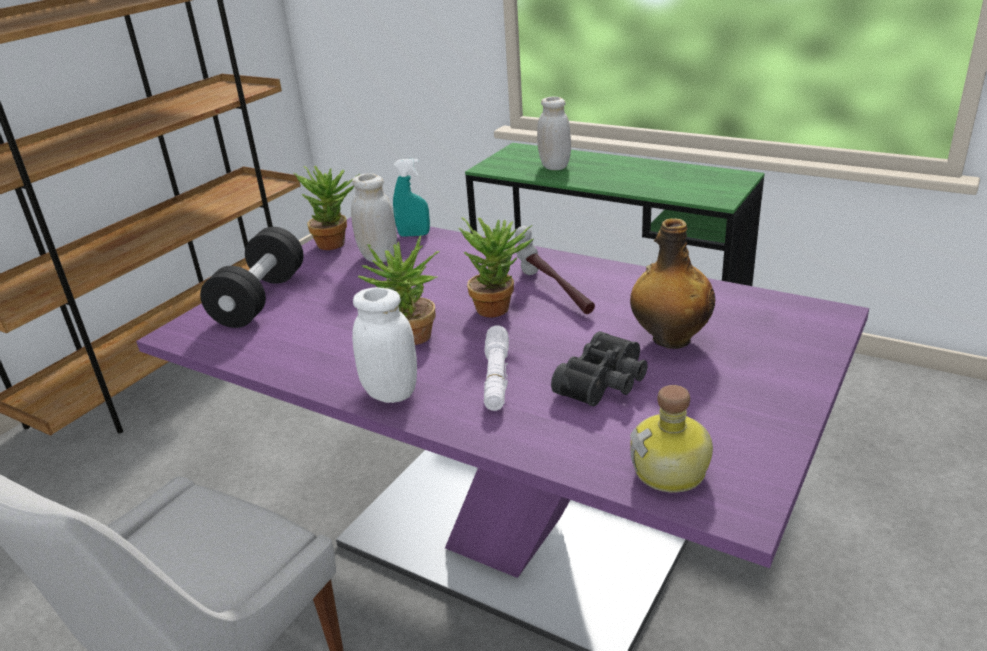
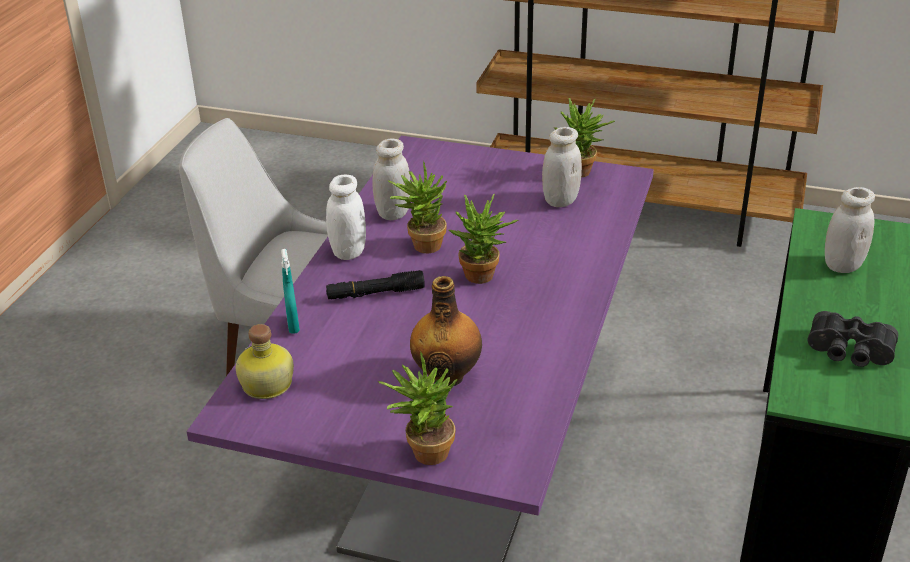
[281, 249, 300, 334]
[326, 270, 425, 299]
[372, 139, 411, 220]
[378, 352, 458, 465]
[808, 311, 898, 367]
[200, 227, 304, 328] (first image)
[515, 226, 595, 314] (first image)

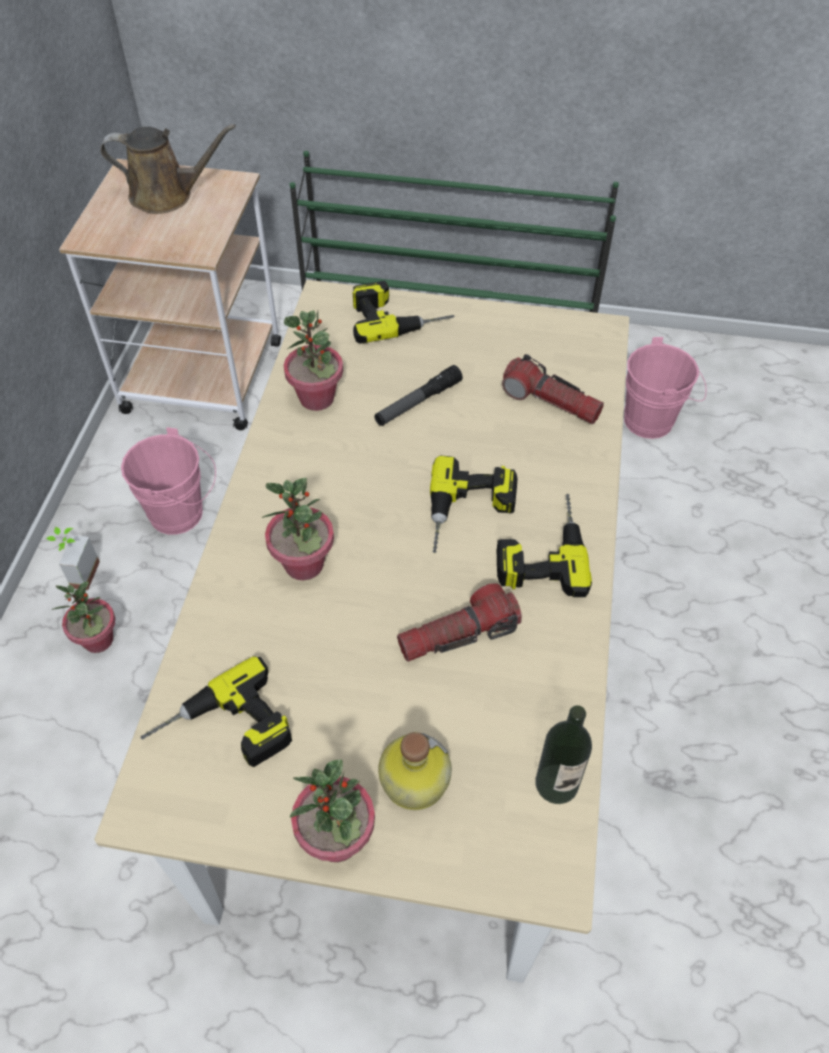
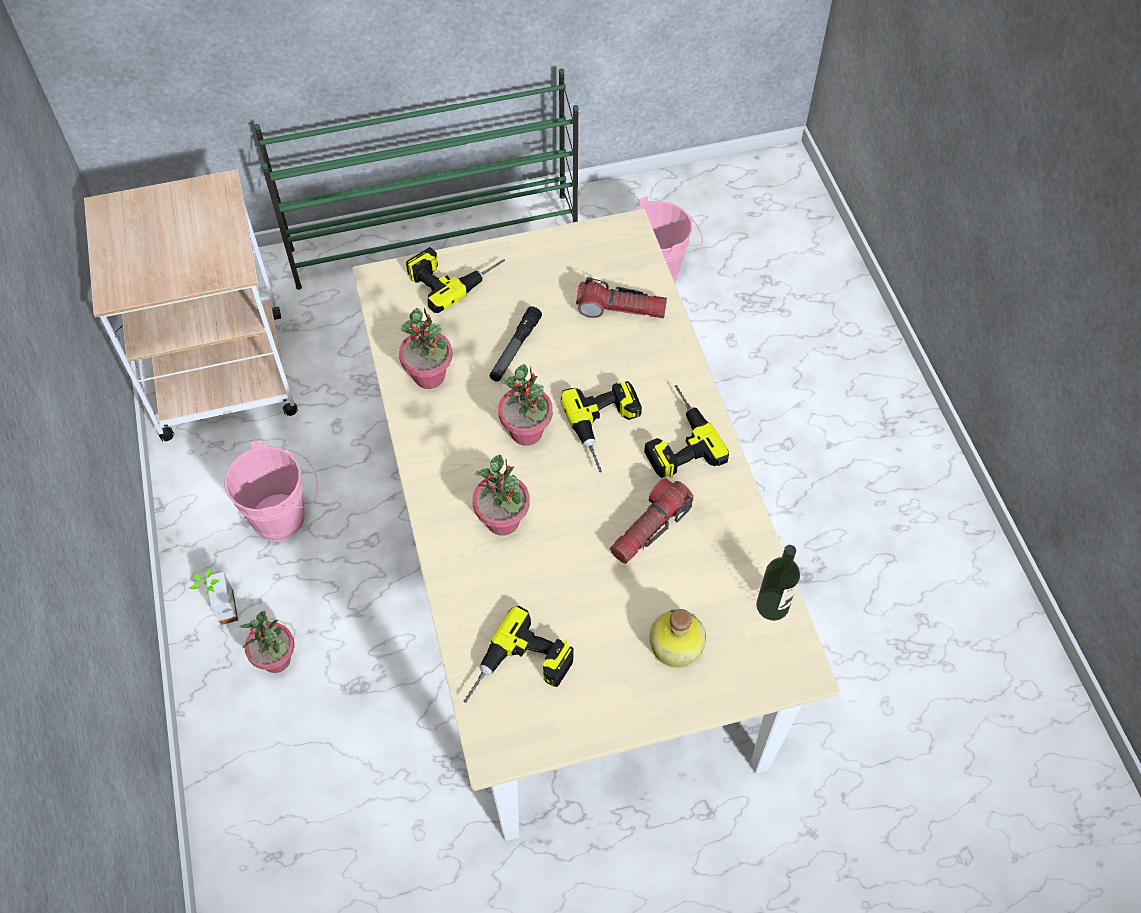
[498, 364, 553, 446]
[100, 124, 236, 214] (first image)

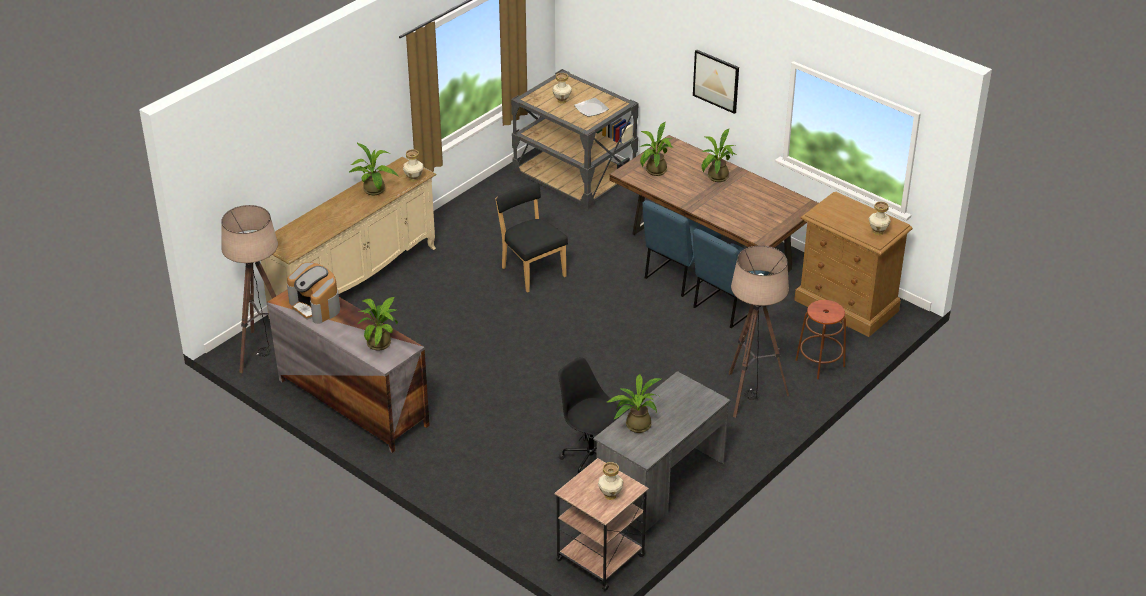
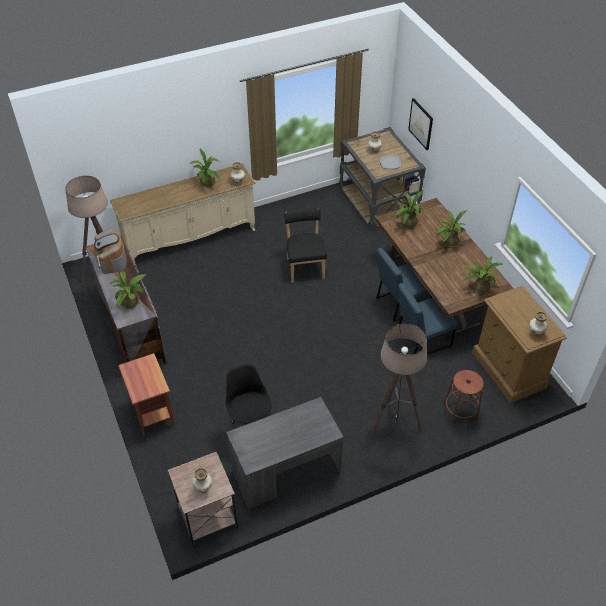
[118, 353, 175, 437]
[408, 98, 433, 150]
[463, 257, 504, 295]

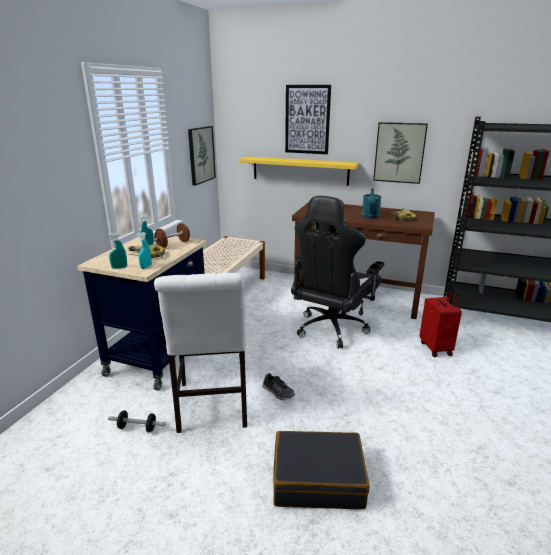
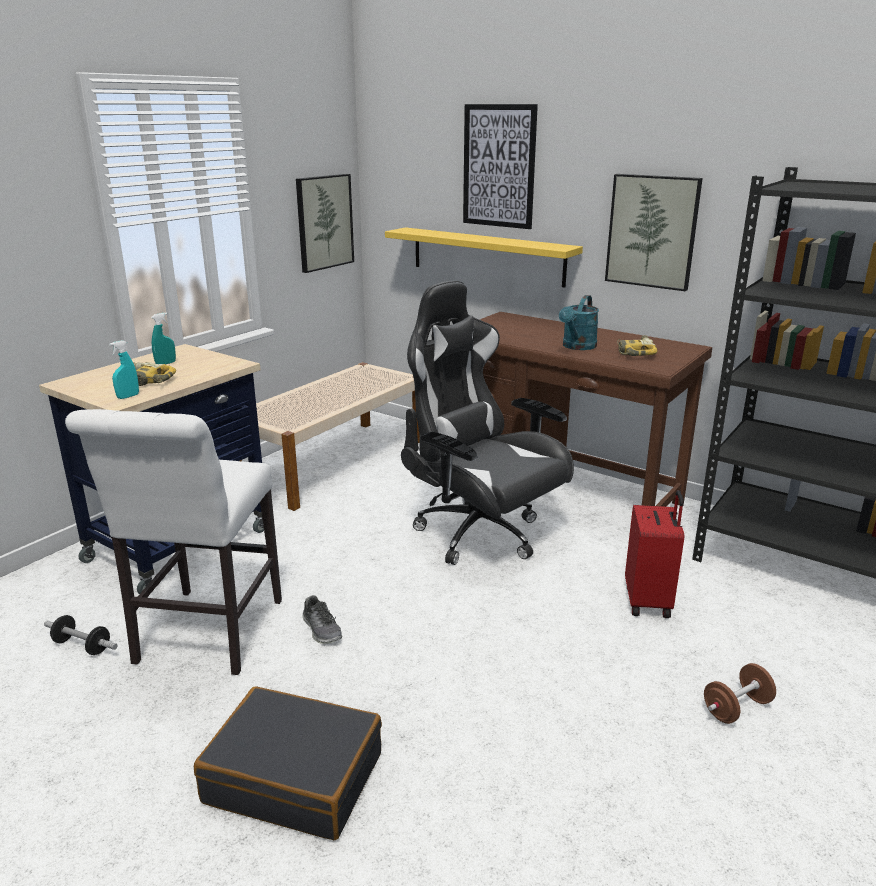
[401, 280, 574, 565]
[704, 663, 776, 724]
[108, 233, 127, 269] (first image)

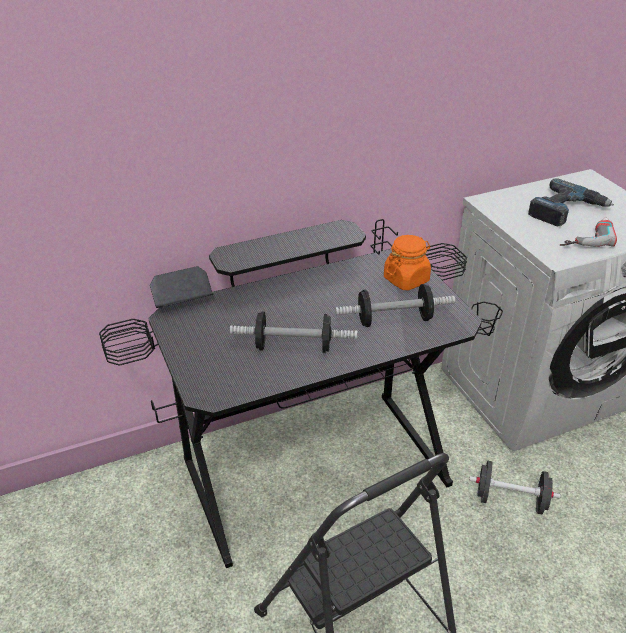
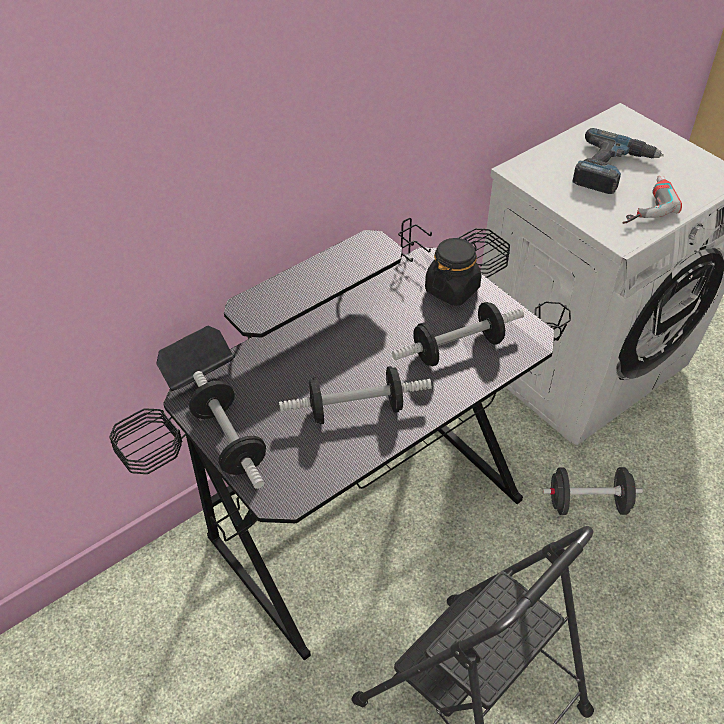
[189, 371, 266, 489]
[425, 238, 481, 306]

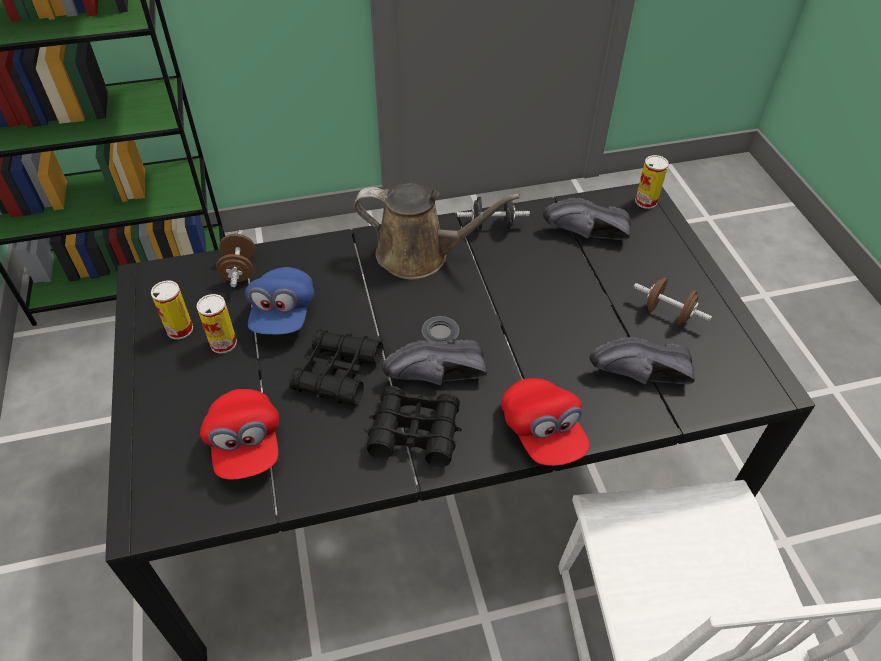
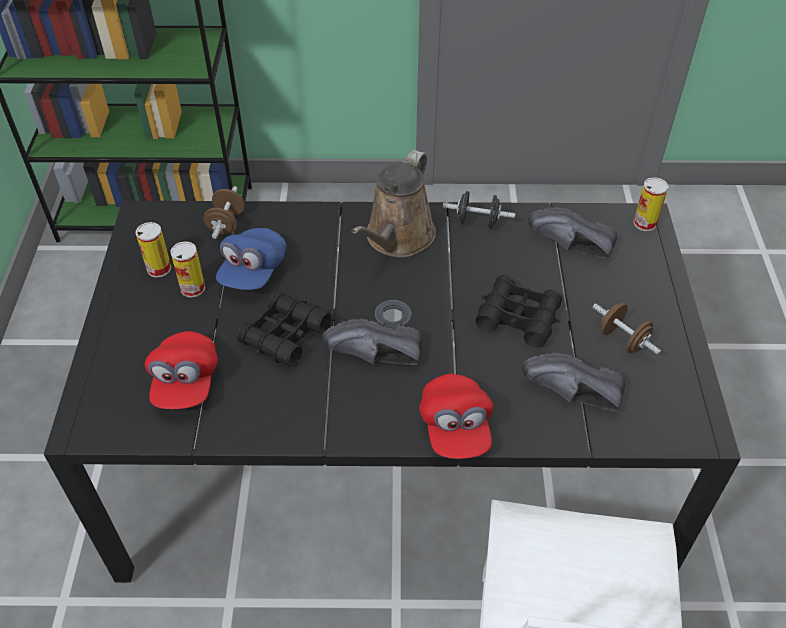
[352, 150, 436, 257]
[476, 275, 562, 348]

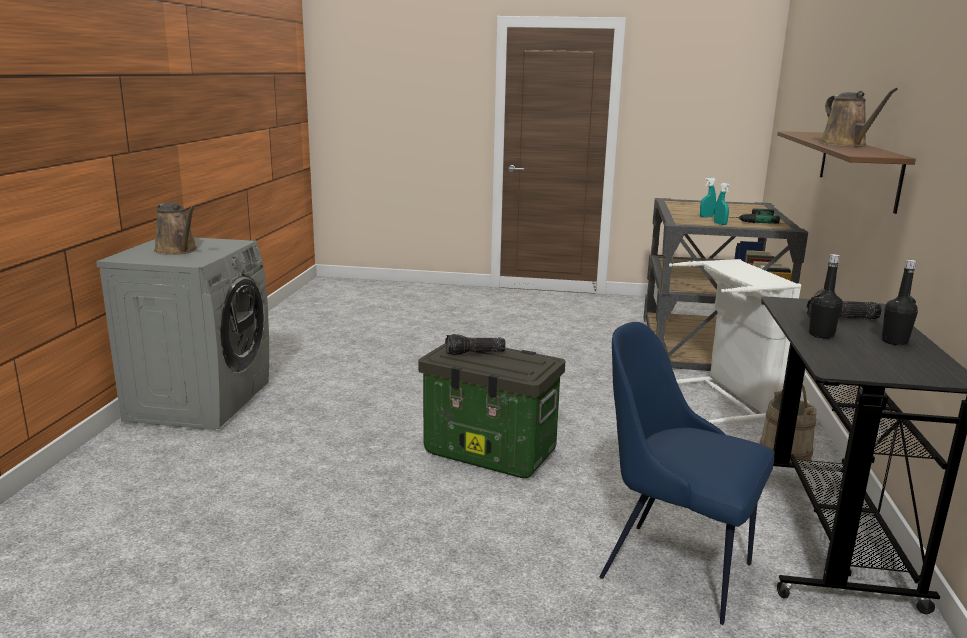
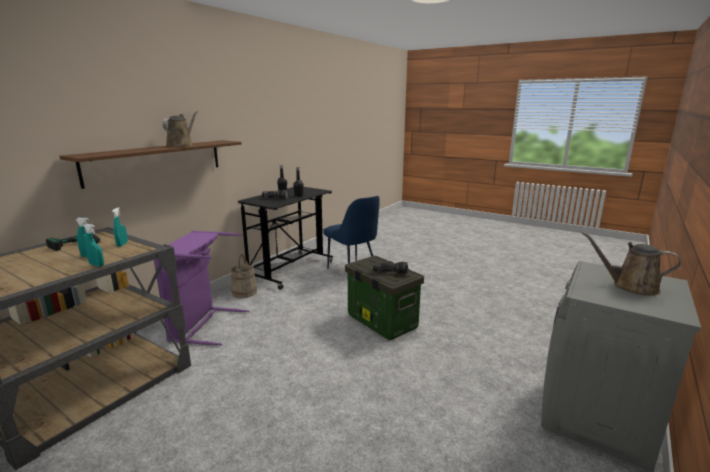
[84, 224, 104, 266]
[154, 231, 249, 346]
[582, 232, 681, 296]

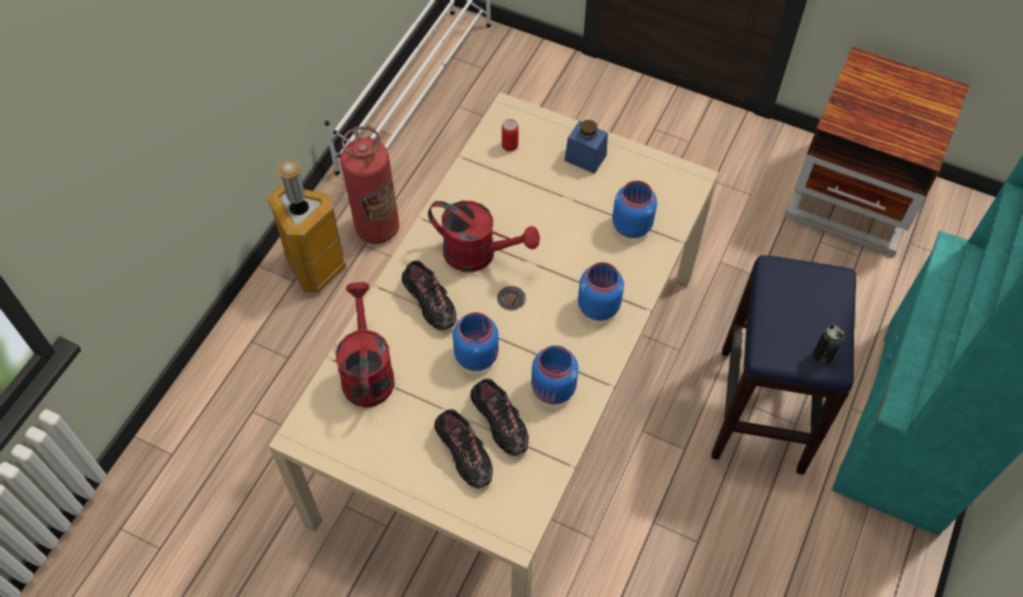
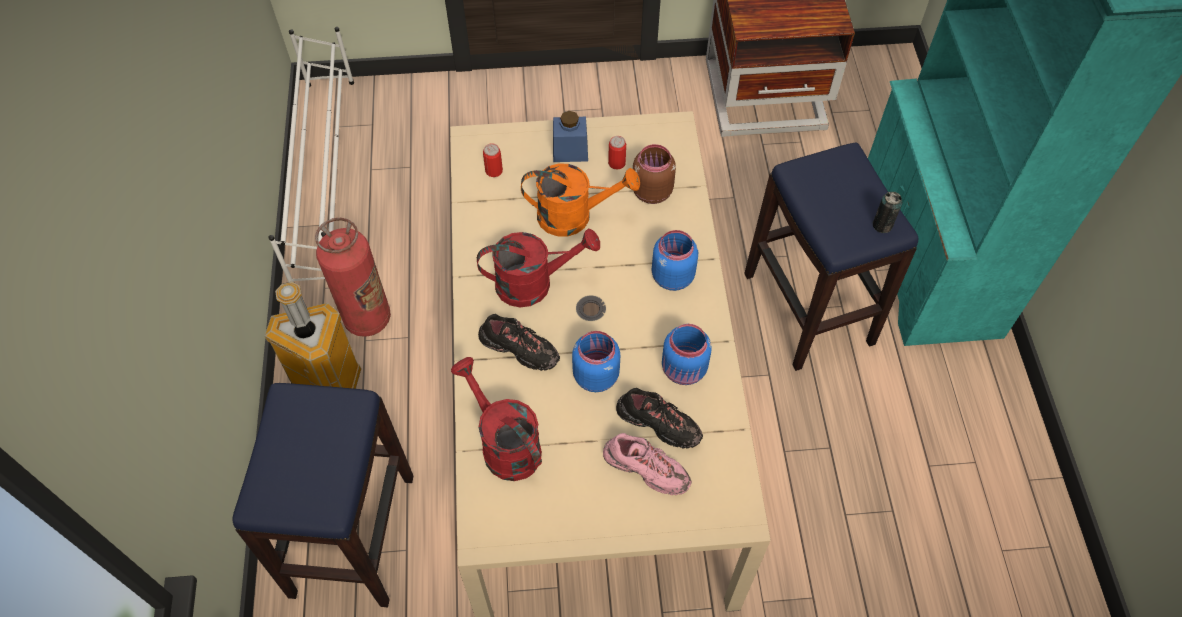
[232, 383, 413, 607]
[521, 163, 640, 237]
[603, 433, 692, 495]
[608, 136, 626, 170]
[633, 144, 676, 204]

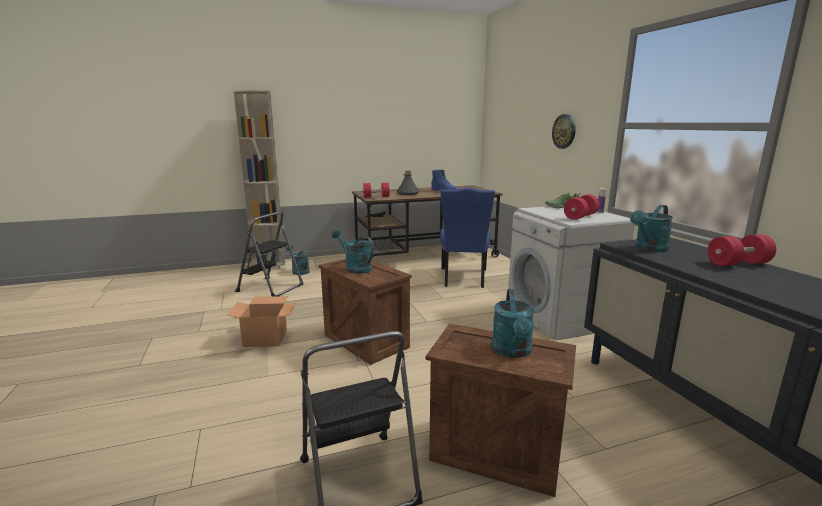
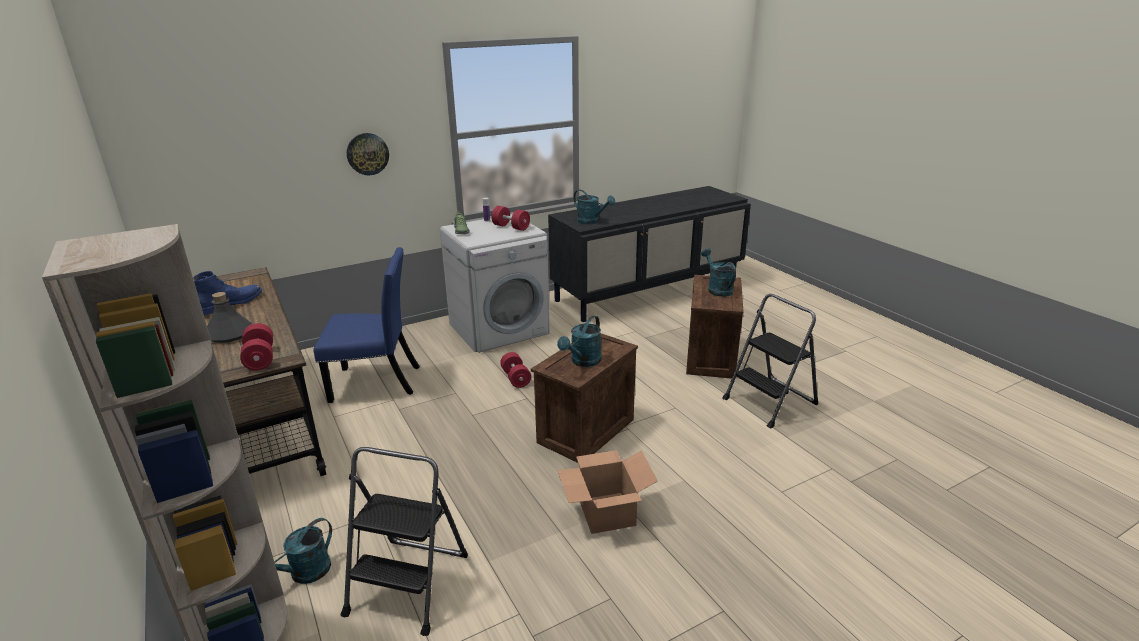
[500, 352, 531, 388]
[701, 248, 736, 297]

